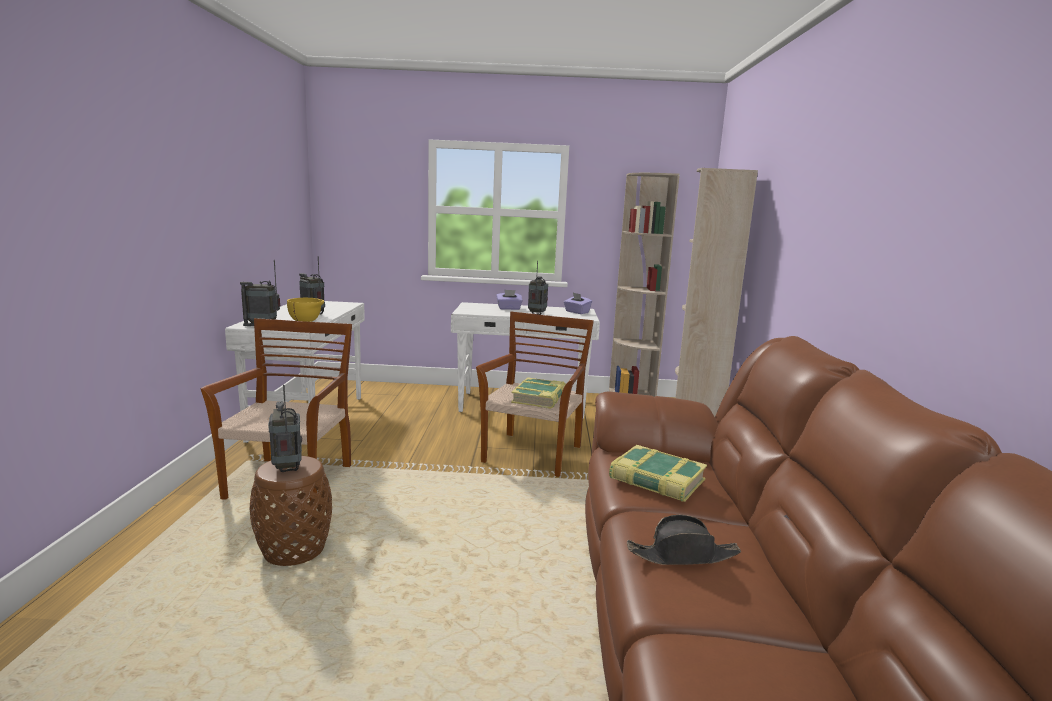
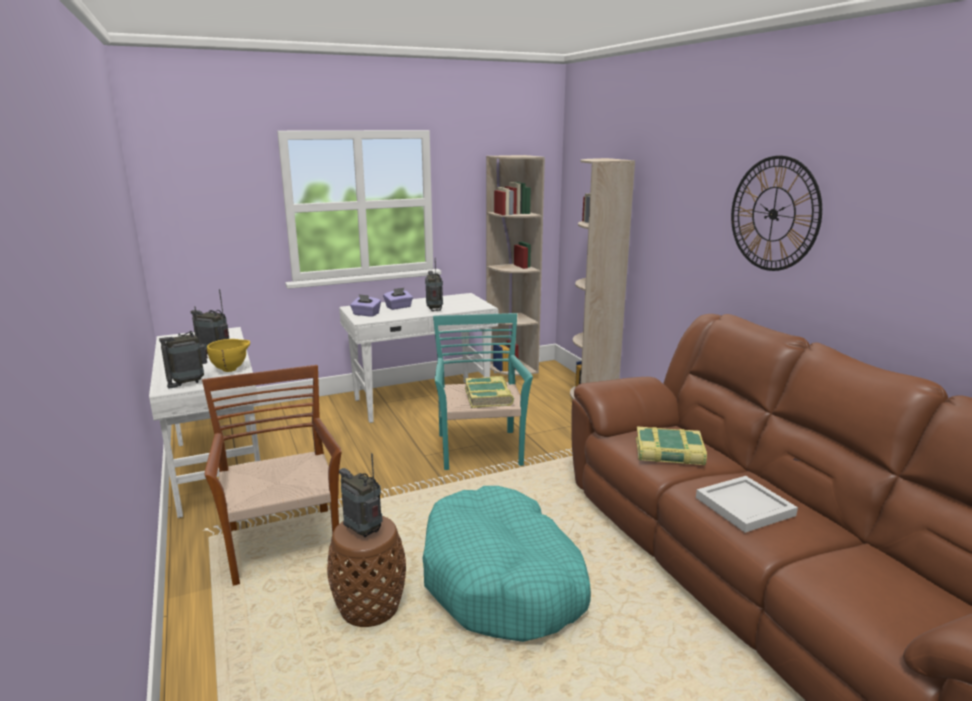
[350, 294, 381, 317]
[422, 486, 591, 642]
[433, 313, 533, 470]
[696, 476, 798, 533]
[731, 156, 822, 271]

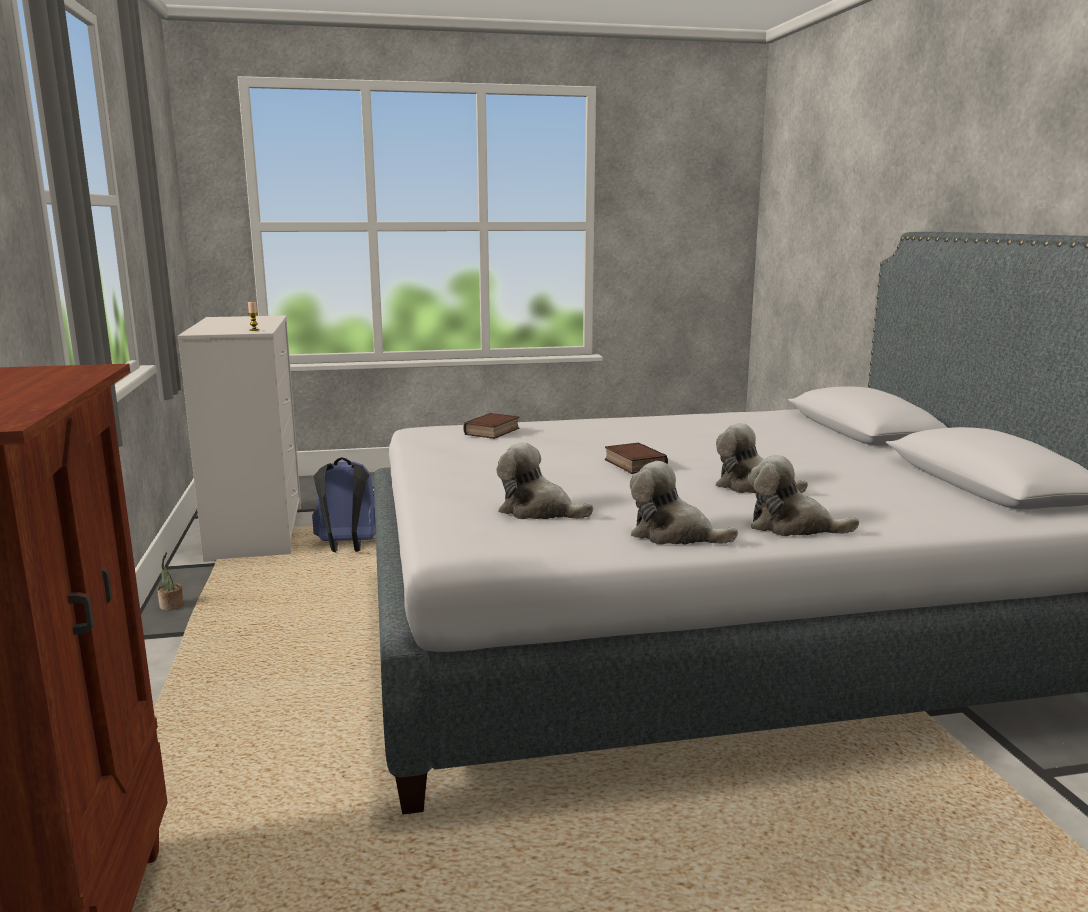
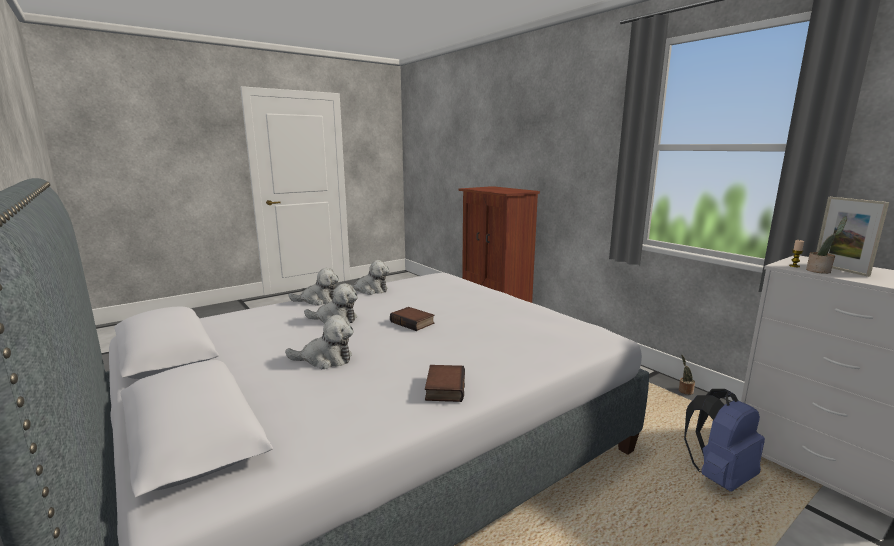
[285, 315, 353, 369]
[425, 365, 465, 402]
[806, 217, 847, 274]
[816, 197, 889, 277]

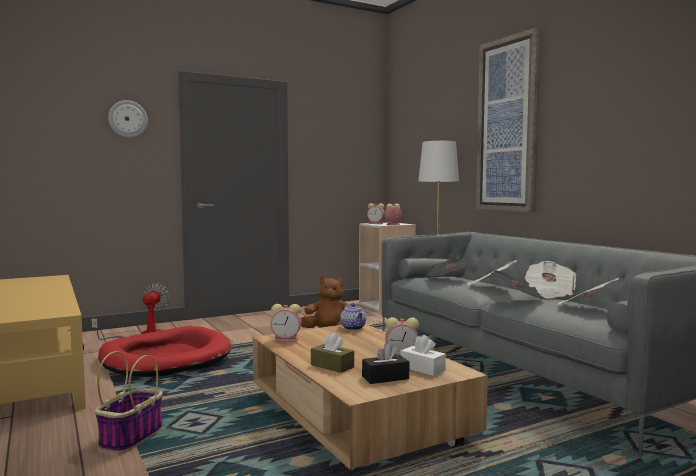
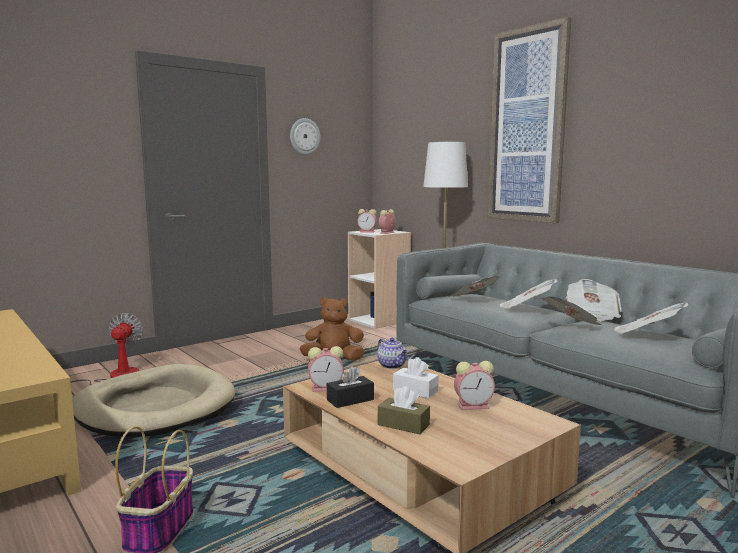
[72, 364, 235, 437]
[290, 118, 320, 155]
[327, 366, 374, 408]
[393, 357, 439, 398]

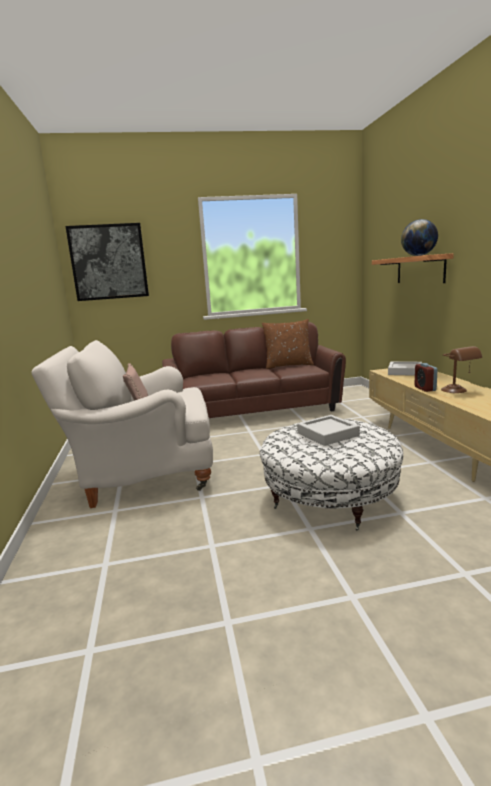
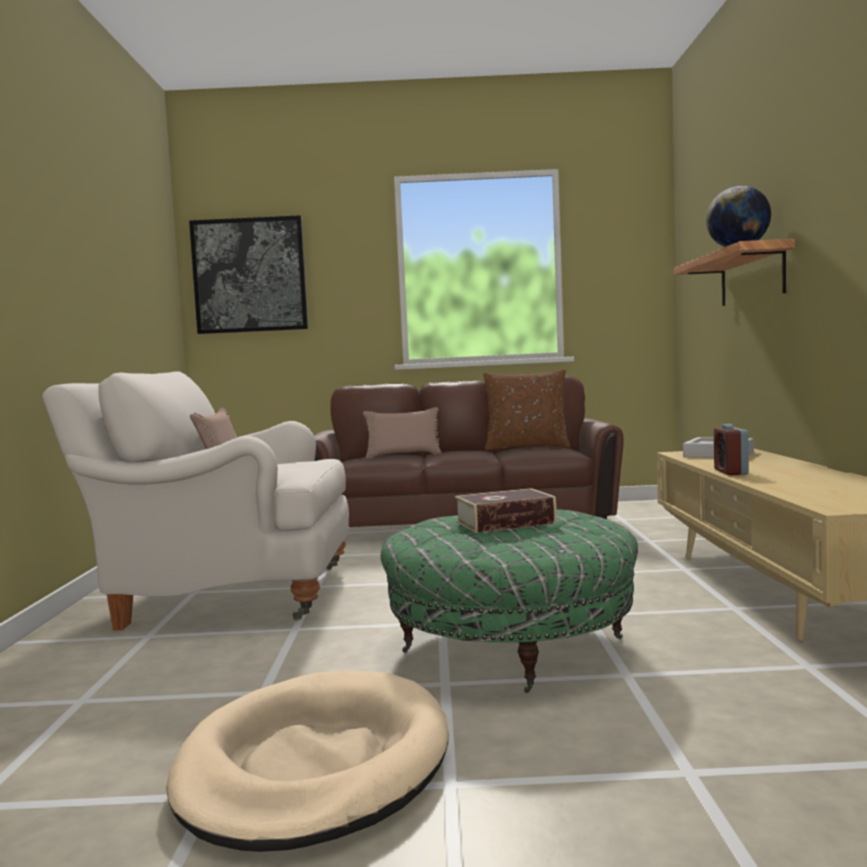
[166, 671, 449, 852]
[363, 407, 441, 459]
[381, 510, 638, 693]
[455, 488, 557, 533]
[441, 346, 482, 393] (first image)

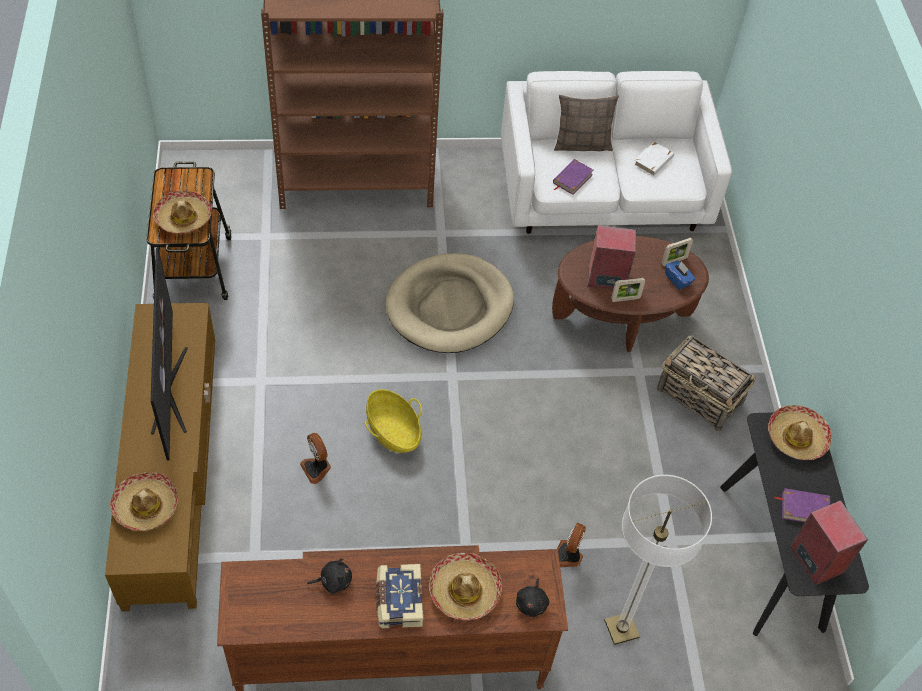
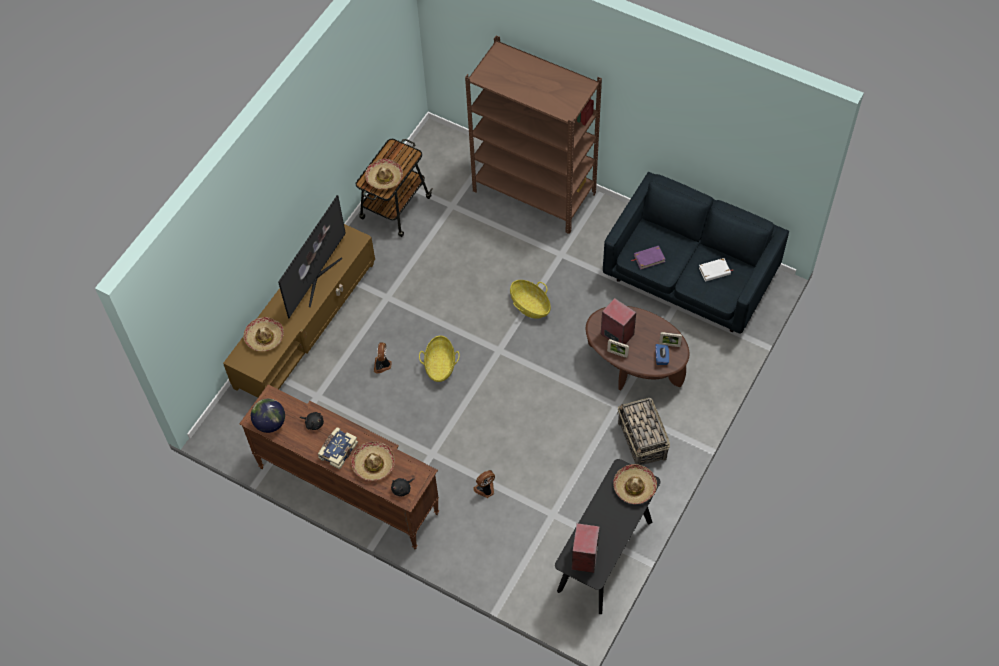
[251, 399, 285, 433]
[510, 280, 551, 319]
[603, 172, 789, 334]
[554, 95, 619, 151] (first image)
[604, 475, 712, 645] (first image)
[774, 488, 830, 522] (first image)

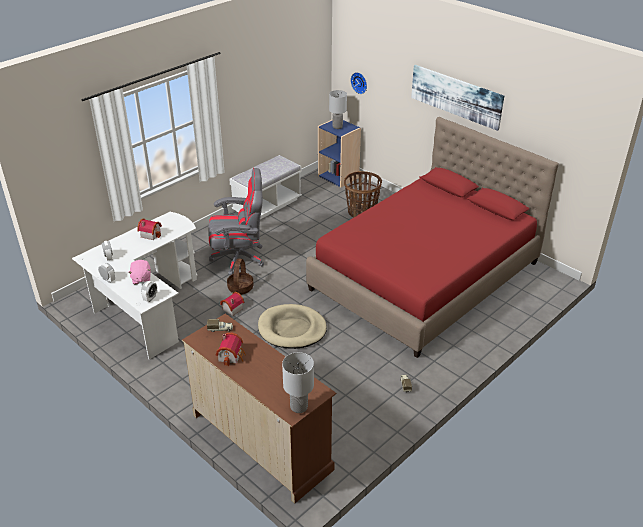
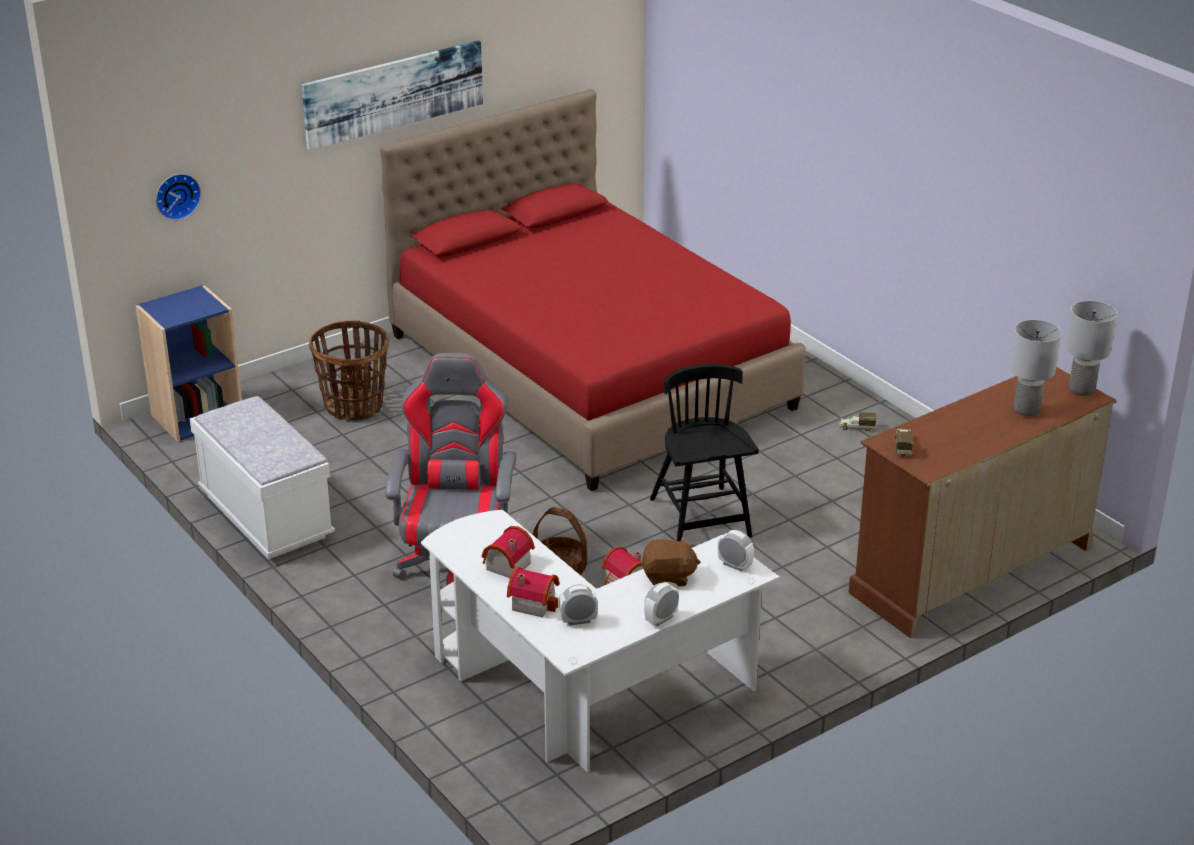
[507, 566, 559, 618]
[641, 537, 700, 587]
[650, 364, 759, 541]
[1010, 320, 1061, 416]

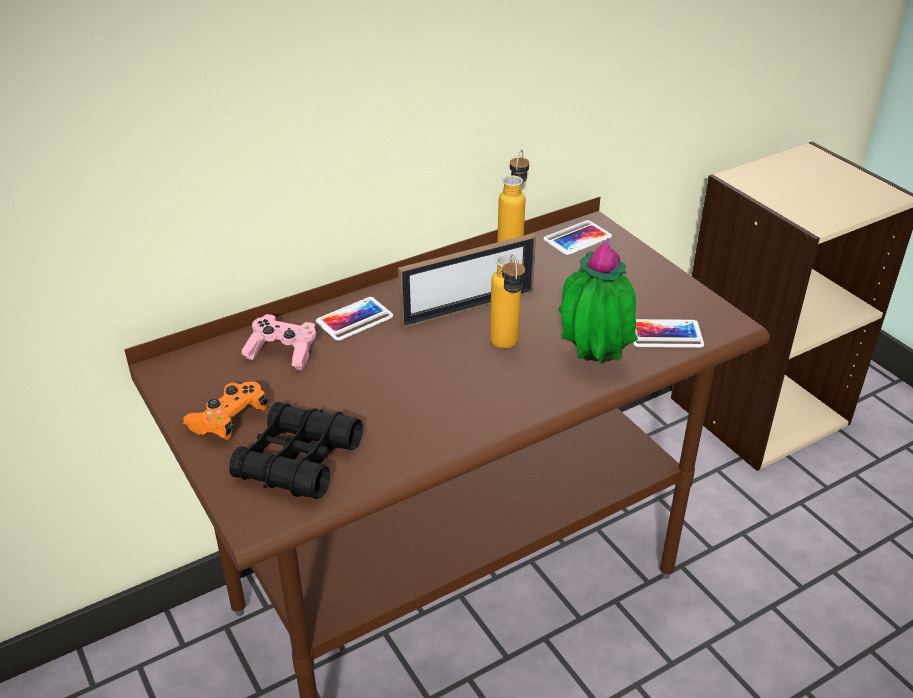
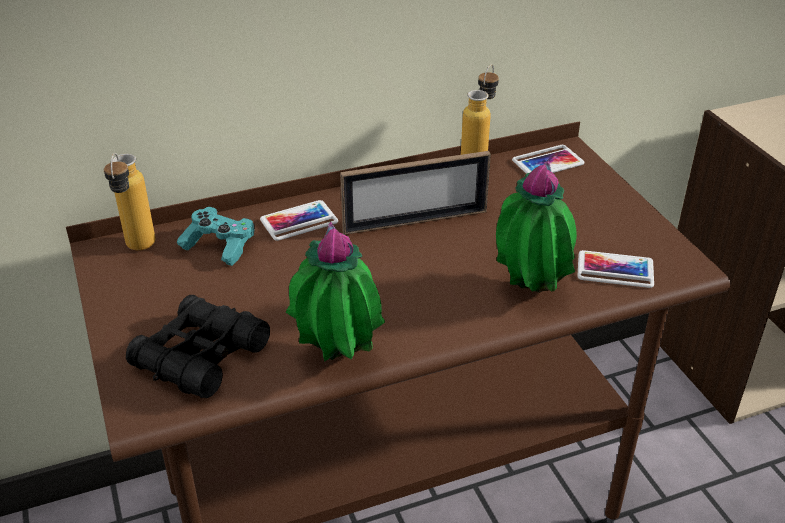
[104, 153, 155, 250]
[177, 207, 255, 266]
[286, 221, 385, 362]
[183, 382, 268, 440] (first image)

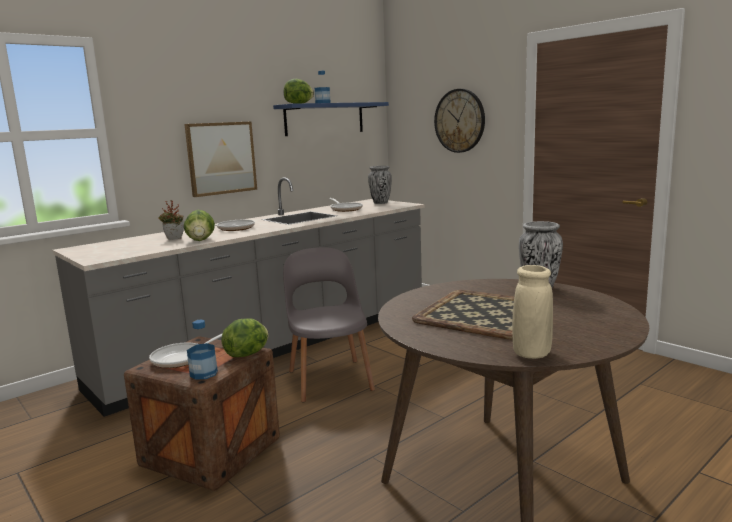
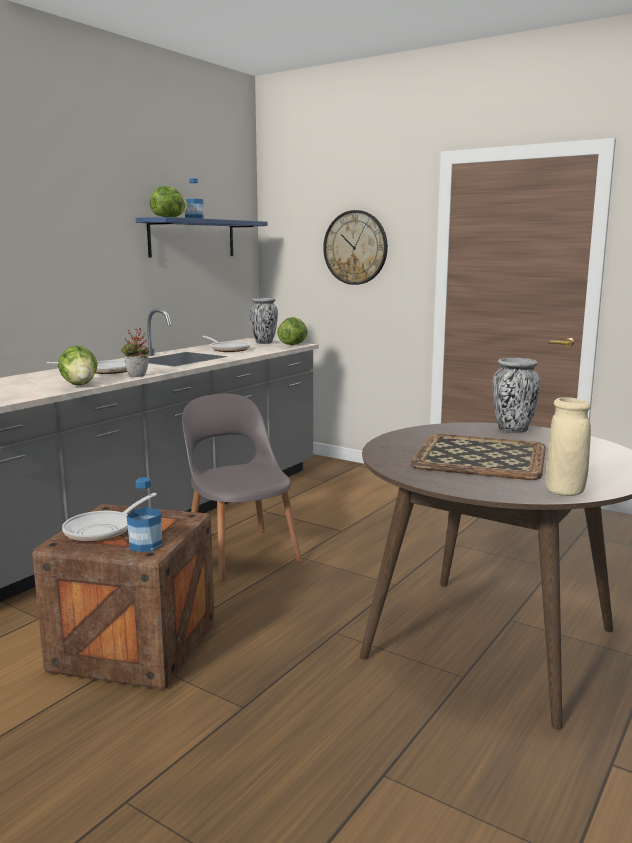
[121, 328, 149, 377]
[277, 317, 308, 345]
[184, 122, 257, 197] (first image)

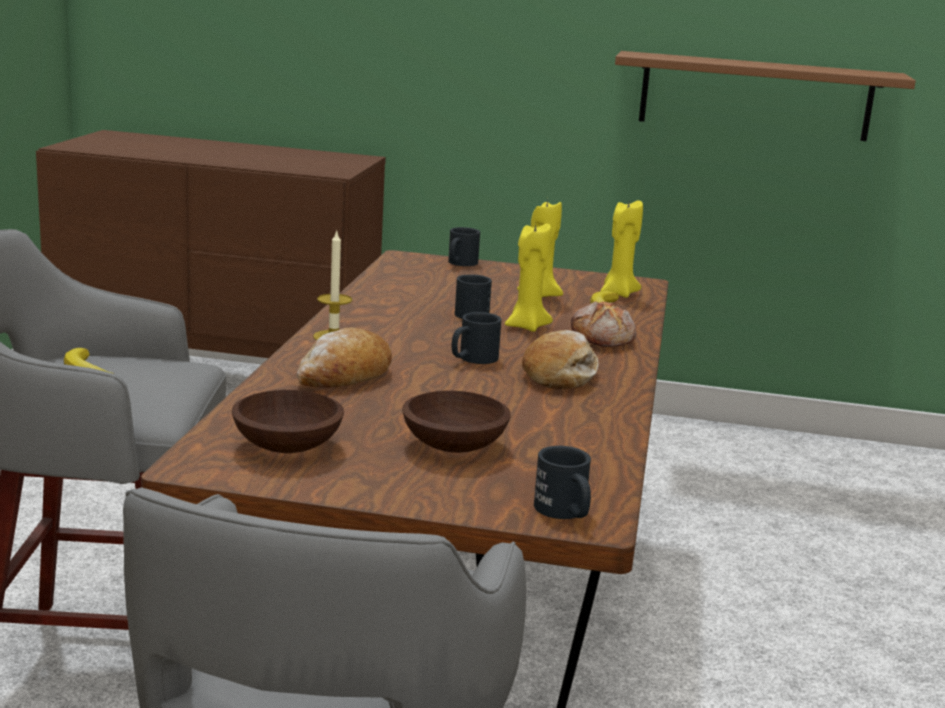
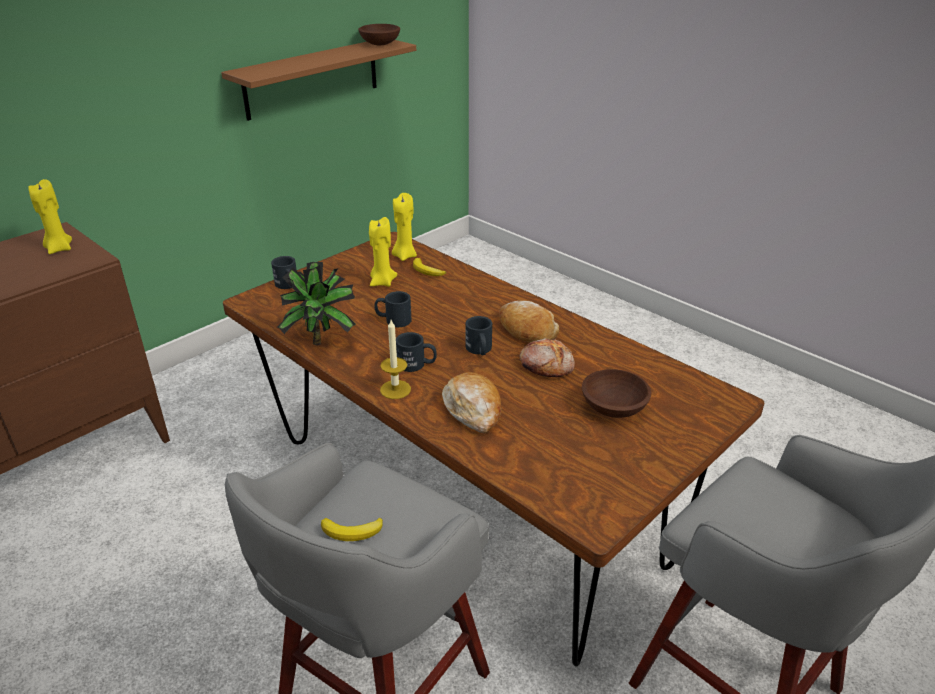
[28, 179, 72, 254]
[277, 262, 356, 345]
[358, 24, 400, 45]
[396, 332, 437, 372]
[520, 339, 575, 377]

